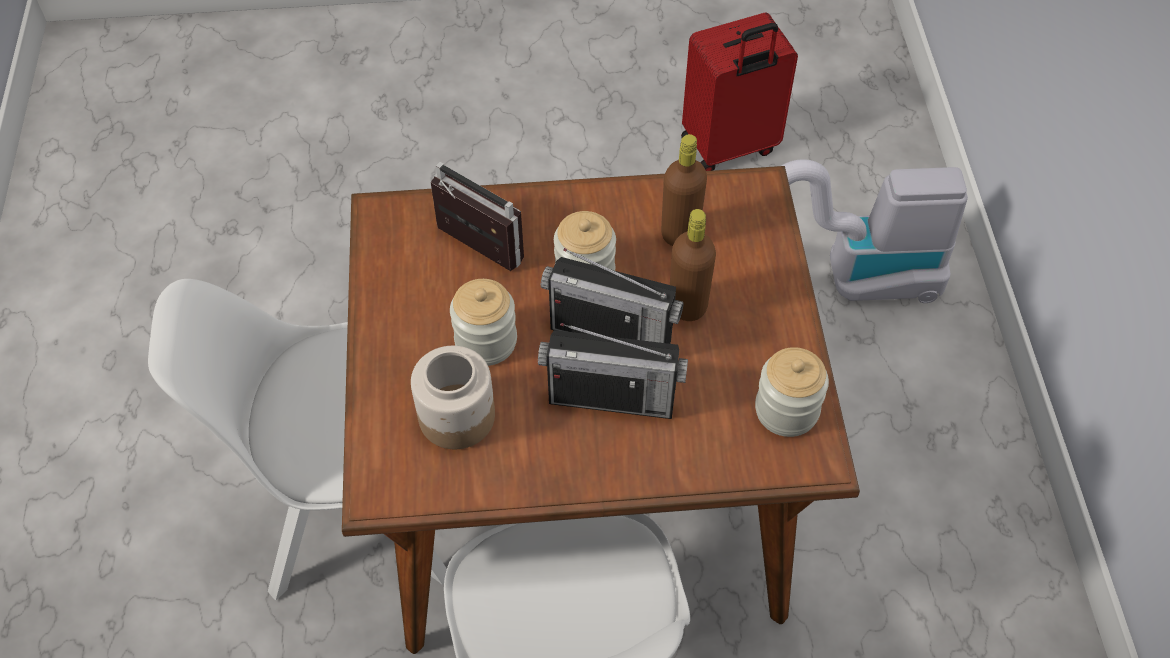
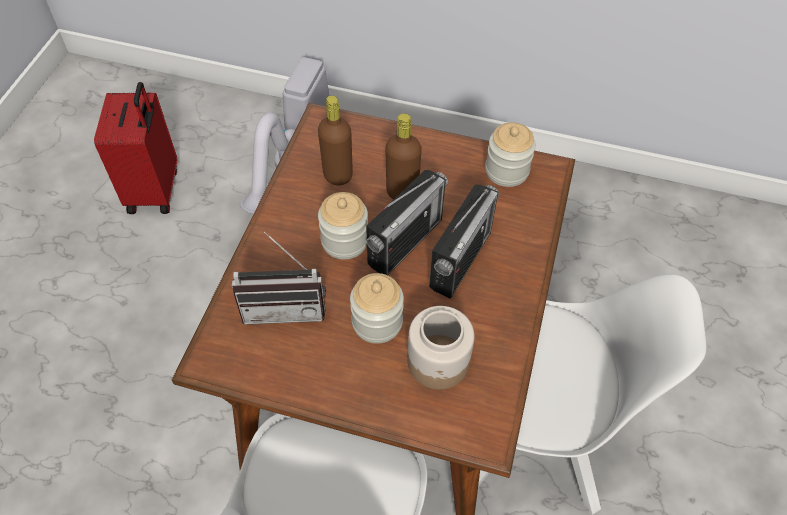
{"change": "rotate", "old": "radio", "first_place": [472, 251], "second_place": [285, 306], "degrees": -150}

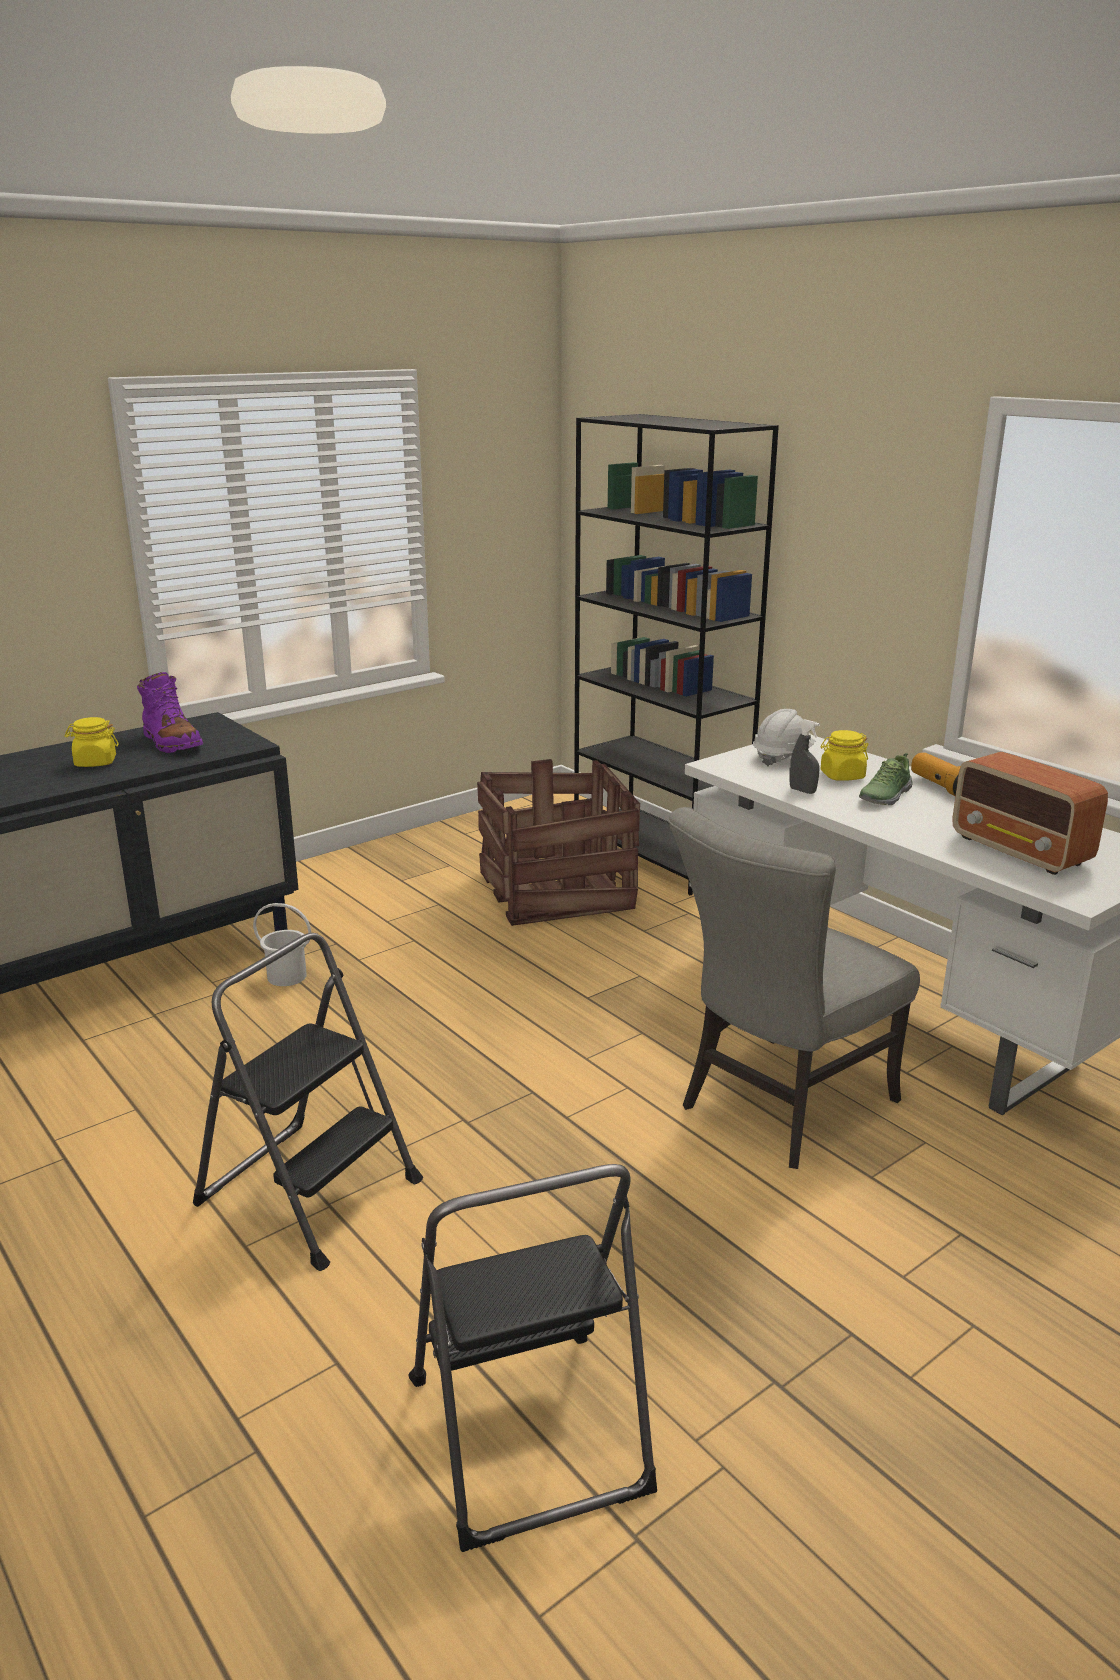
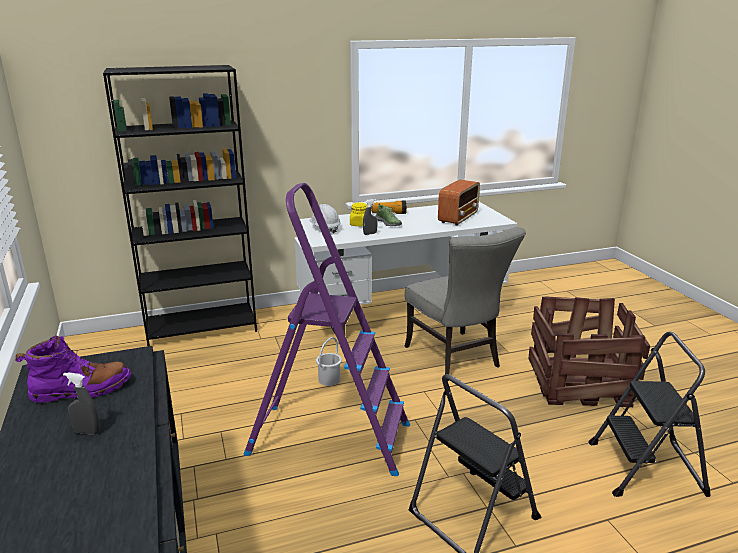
{"change": "replace", "old": "storage jar in yellow-coloured", "new": "hand sprayer in gray", "first_place": [95, 762], "second_place": [87, 432]}
{"change": "move", "old": "bucket in whitish", "first_place": [287, 977], "second_place": [329, 379]}
{"change": "move", "old": "crate", "first_place": [556, 892], "second_place": [580, 382]}
{"change": "rotate", "old": "radio", "first_place": [1021, 851], "second_place": [458, 218], "degrees": -45}
{"change": "insert", "new": "step ladder in purplish", "second_place": [330, 439]}

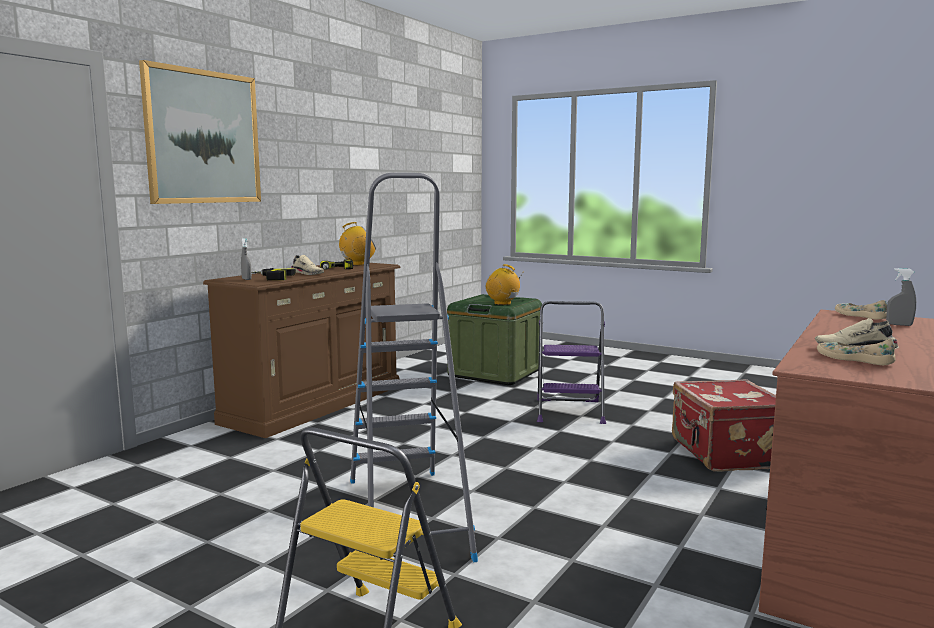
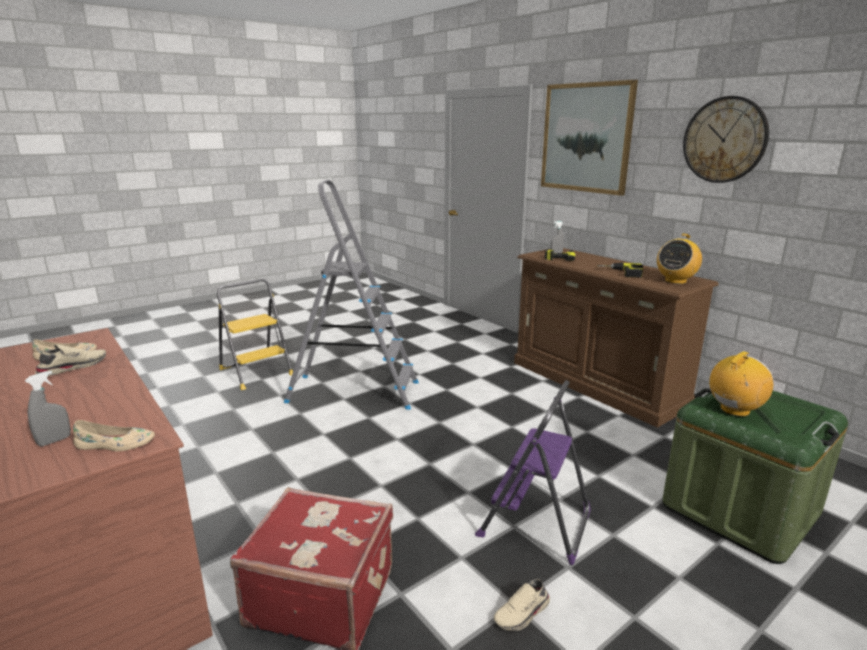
{"change": "move", "old": "shoe in beige-coloured", "first_place": [308, 273], "second_place": [522, 614]}
{"change": "rotate", "old": "radio", "first_place": [357, 264], "second_place": [675, 281], "degrees": 45}
{"change": "insert", "new": "hanging clock", "second_place": [724, 140]}

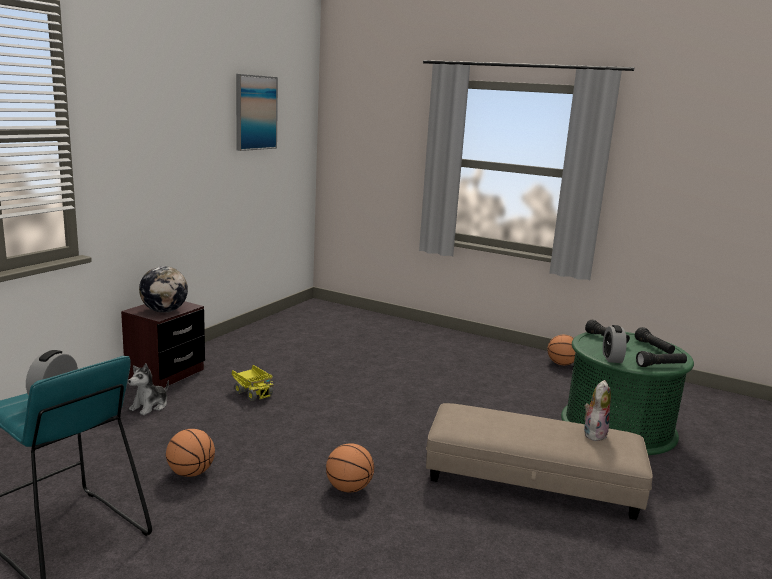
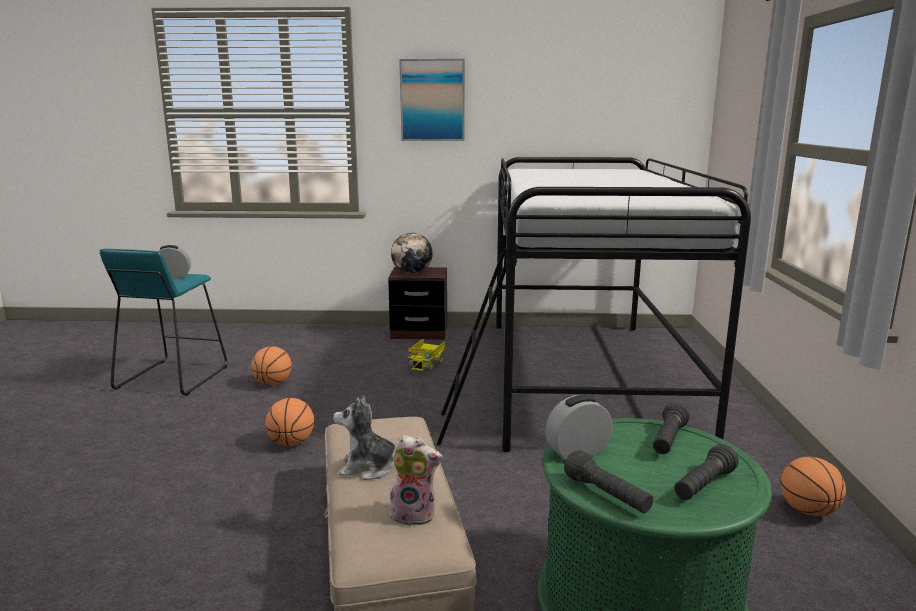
{"change": "move", "old": "cuddly toy", "first_place": [150, 406], "second_place": [369, 467]}
{"change": "move", "old": "wall art", "first_place": [255, 112], "second_place": [432, 100]}
{"change": "insert", "new": "bedroom bed in black-coloured", "second_place": [580, 378]}

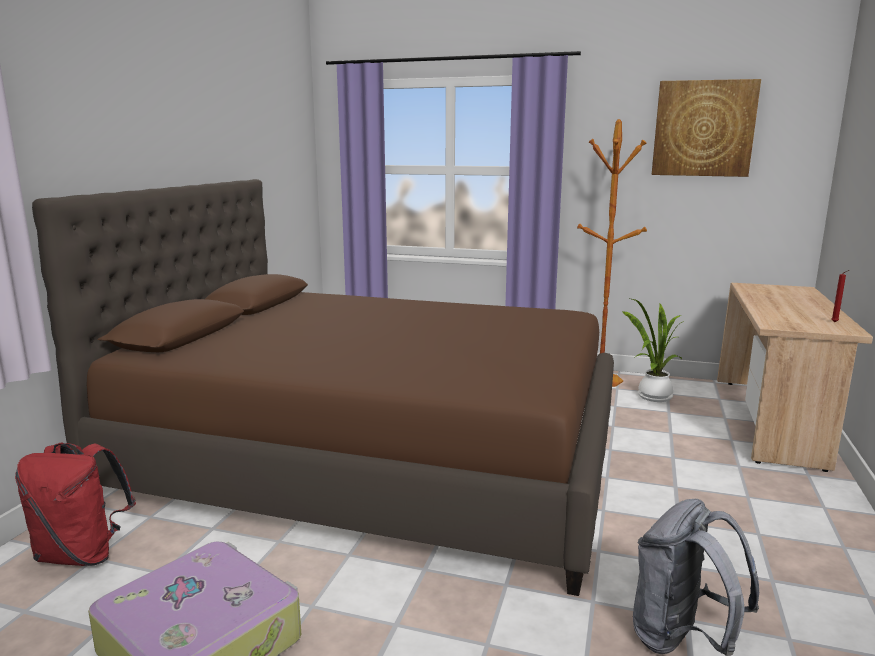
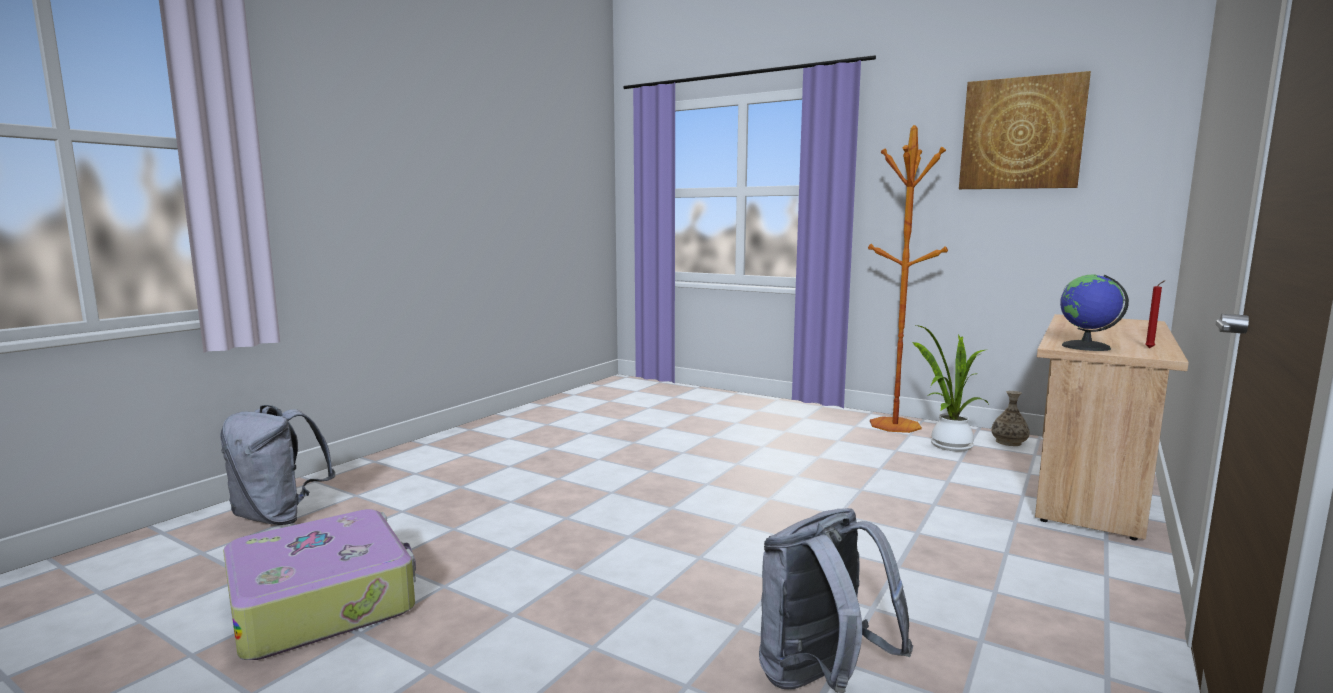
{"change": "recolor", "old": "backpack in red-coloured", "new": "backpack in gray", "first_place": [83, 554], "second_place": [279, 517]}
{"change": "delete", "old": "bedroom bed in brown-coloured", "first_place": [373, 459]}
{"change": "insert", "new": "vase", "second_place": [1008, 442]}
{"change": "insert", "new": "globe", "second_place": [1086, 347]}

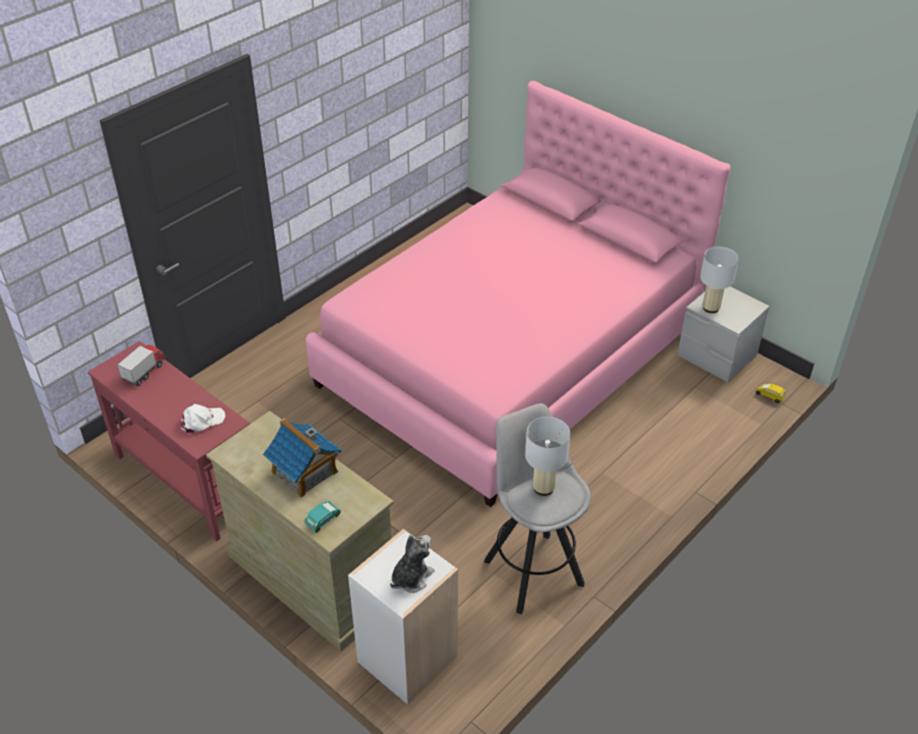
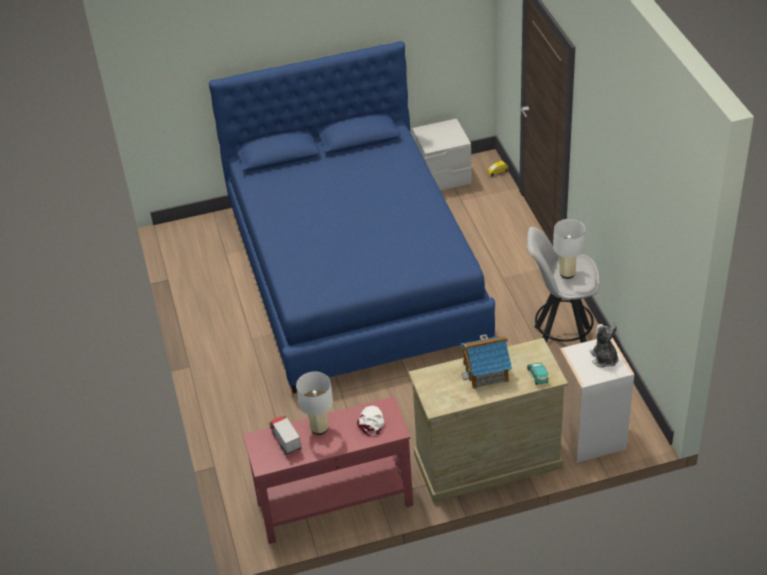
{"change": "recolor", "old": "bedroom bed in pink-coloured", "new": "bedroom bed in blue", "first_place": [512, 355], "second_place": [355, 273]}
{"change": "move", "old": "lamp for a table in whitish", "first_place": [711, 308], "second_place": [319, 428]}

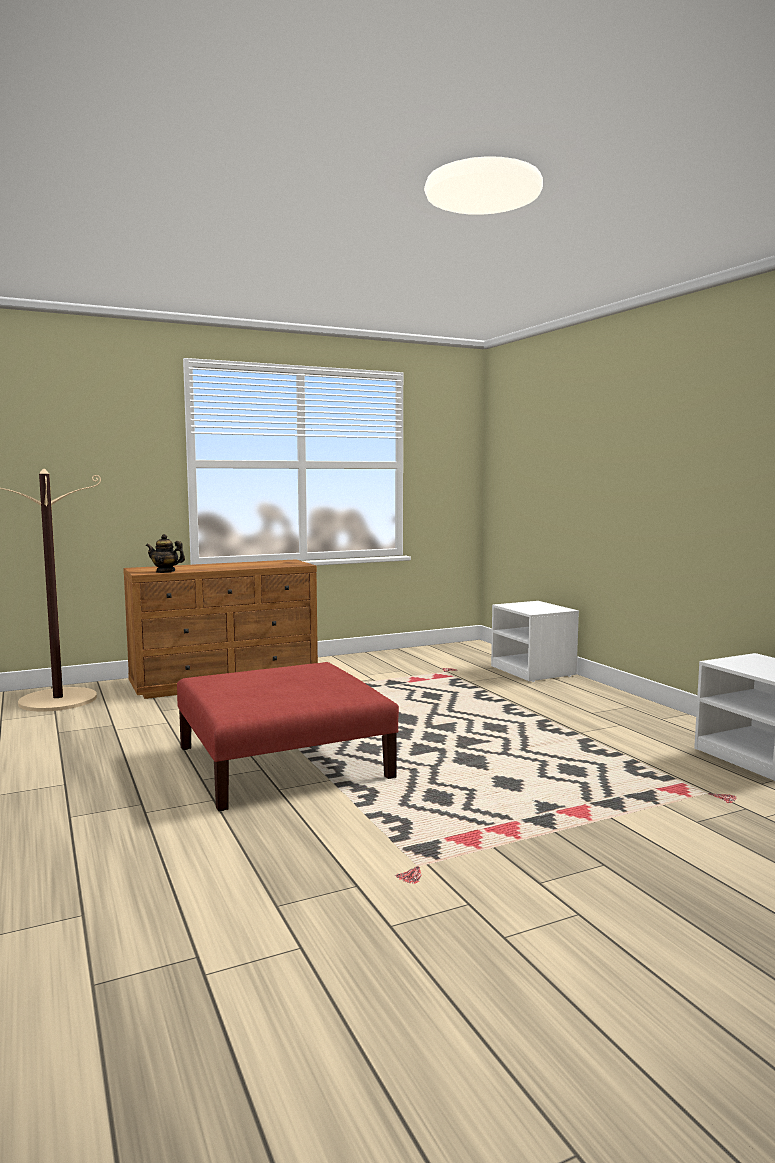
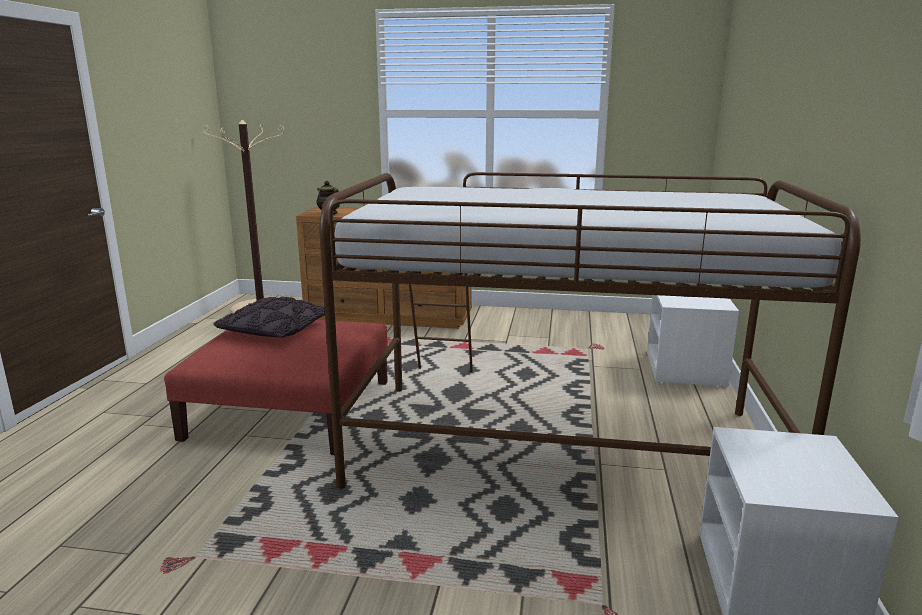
{"change": "insert", "new": "throw pillow in black-coloured", "second_place": [275, 330]}
{"change": "insert", "new": "bedroom bed in brown-coloured", "second_place": [554, 444]}

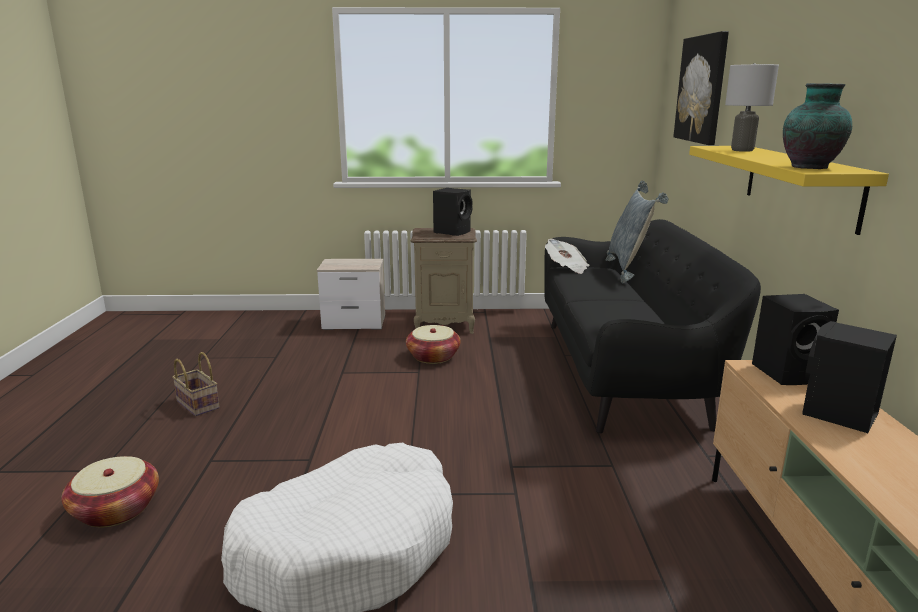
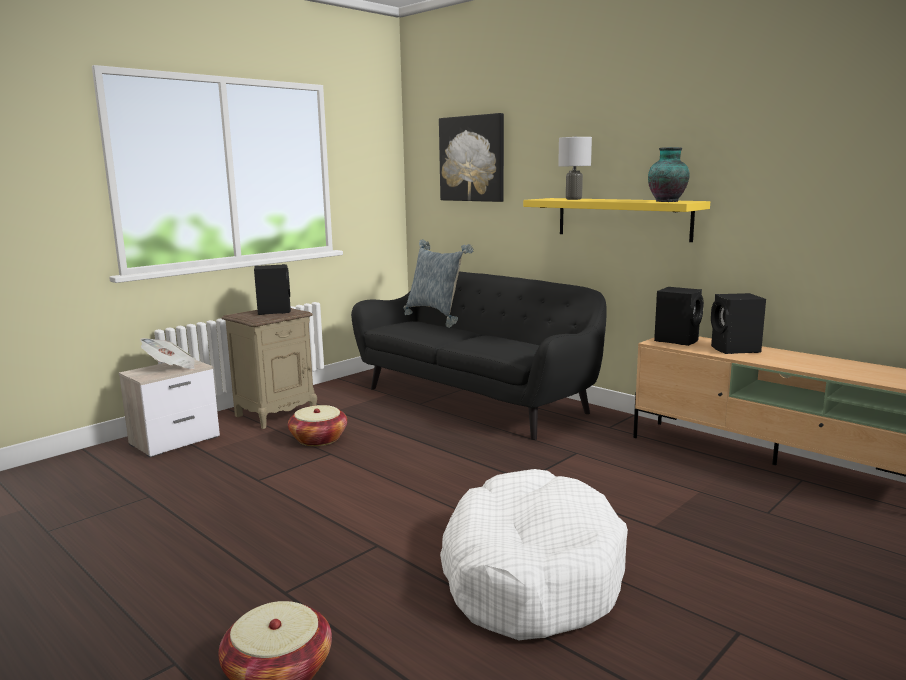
{"change": "delete", "old": "basket", "first_place": [196, 404]}
{"change": "move", "old": "printed paper", "first_place": [566, 268], "second_place": [171, 367]}

